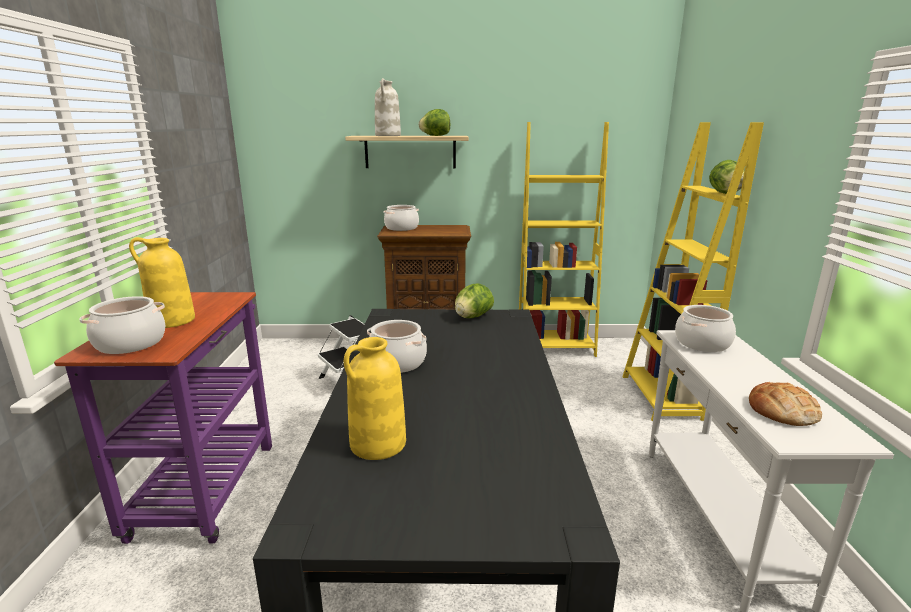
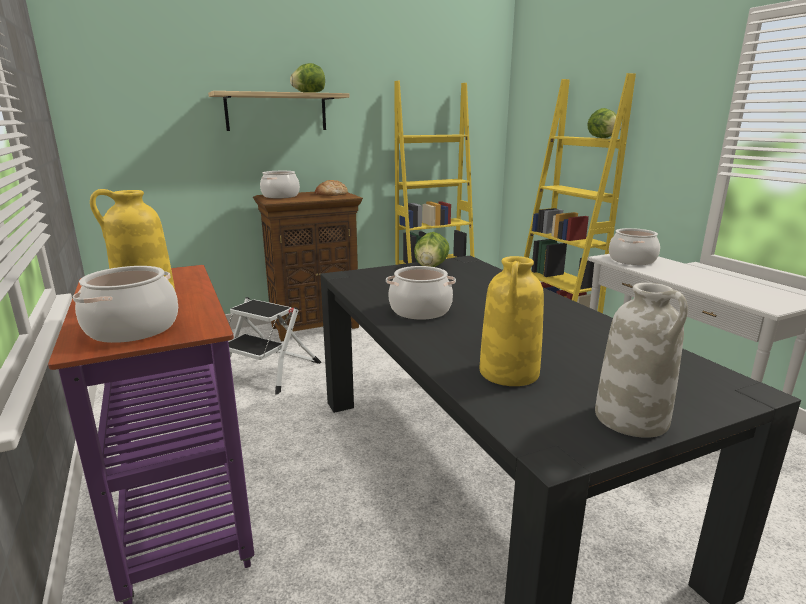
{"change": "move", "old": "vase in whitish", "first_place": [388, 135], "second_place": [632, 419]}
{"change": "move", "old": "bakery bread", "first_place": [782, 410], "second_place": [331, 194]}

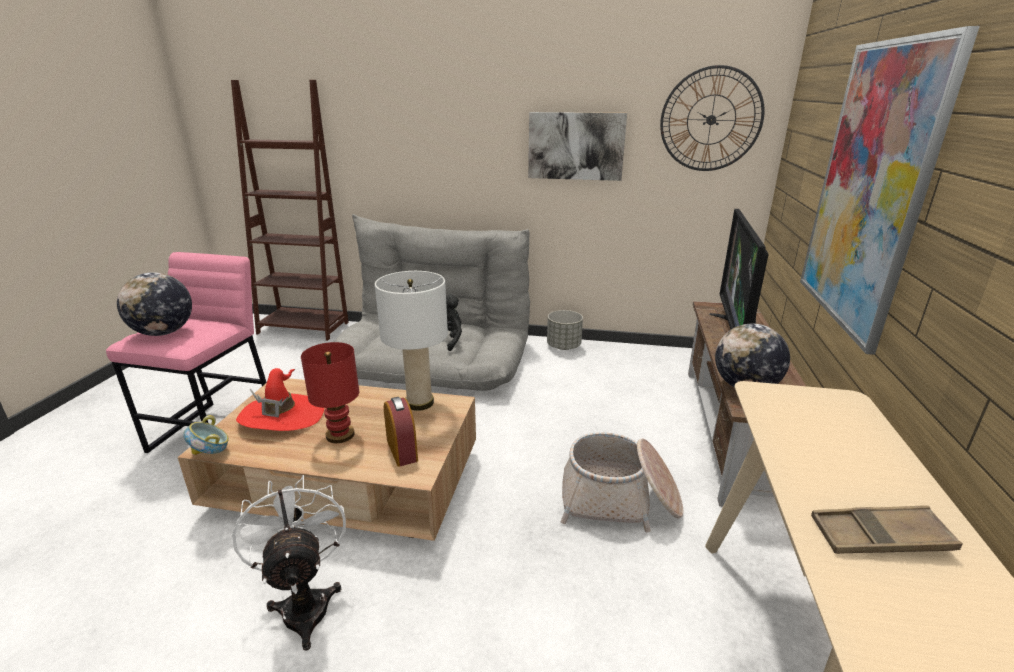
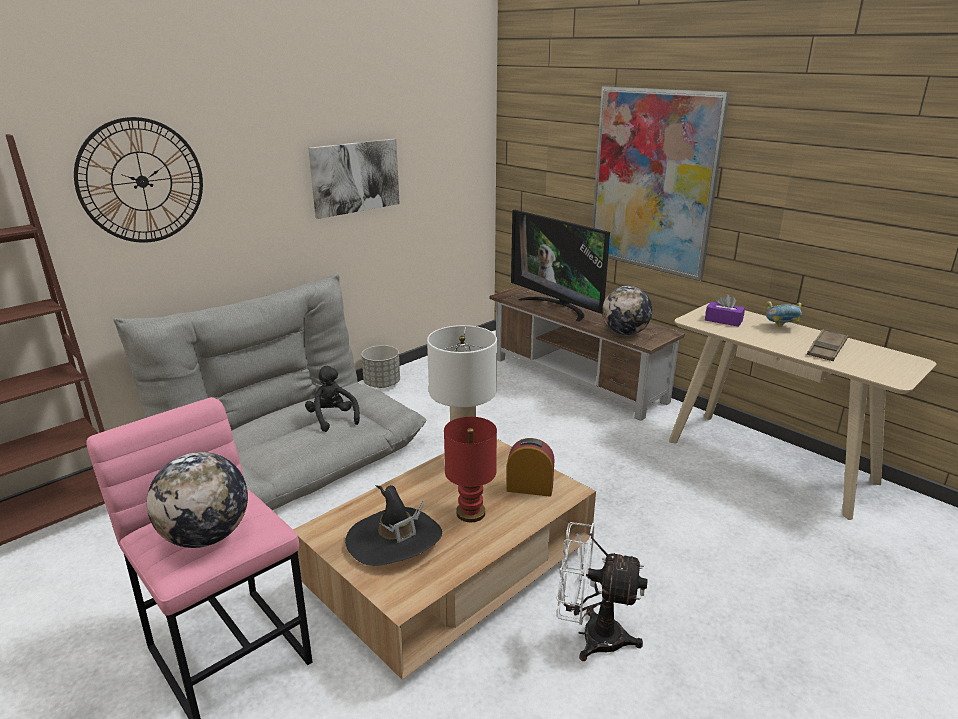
{"change": "move", "old": "deep dish", "first_place": [211, 453], "second_place": [781, 327]}
{"change": "recolor", "old": "clothing hat in red-coloured", "new": "clothing hat in black-coloured", "first_place": [282, 416], "second_place": [394, 540]}
{"change": "delete", "old": "basket", "first_place": [619, 500]}
{"change": "move", "old": "hanging clock", "first_place": [711, 120], "second_place": [142, 181]}
{"change": "insert", "new": "tissue box in purplish", "second_place": [723, 320]}

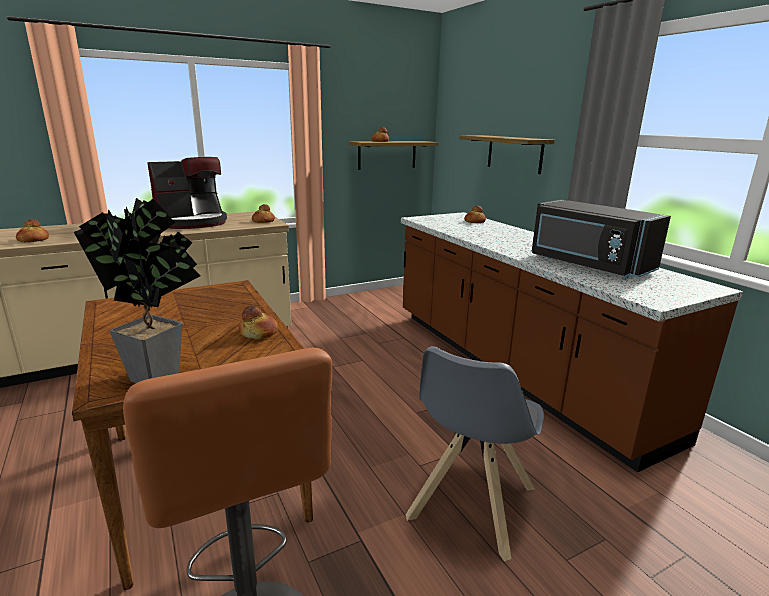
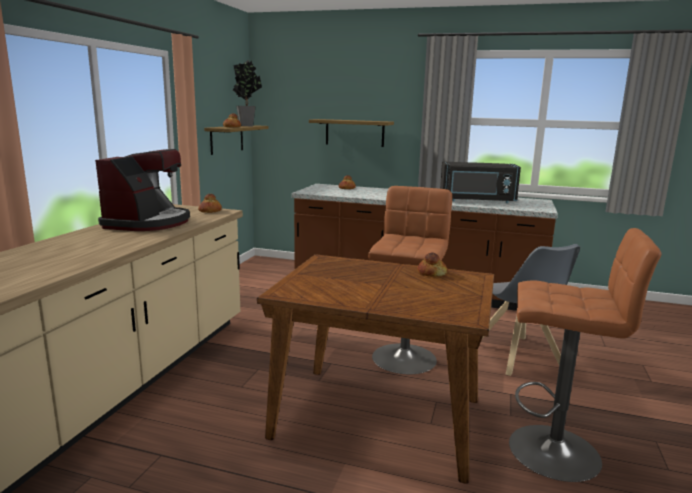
{"change": "delete", "old": "bakery bread", "first_place": [33, 240]}
{"change": "move", "old": "houseplant", "first_place": [164, 374], "second_place": [247, 125]}
{"change": "insert", "new": "stool seat in brown-coloured", "second_place": [405, 358]}

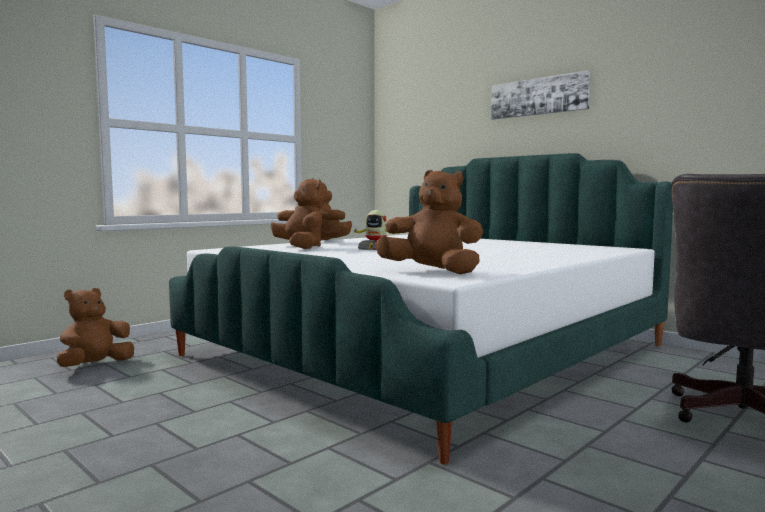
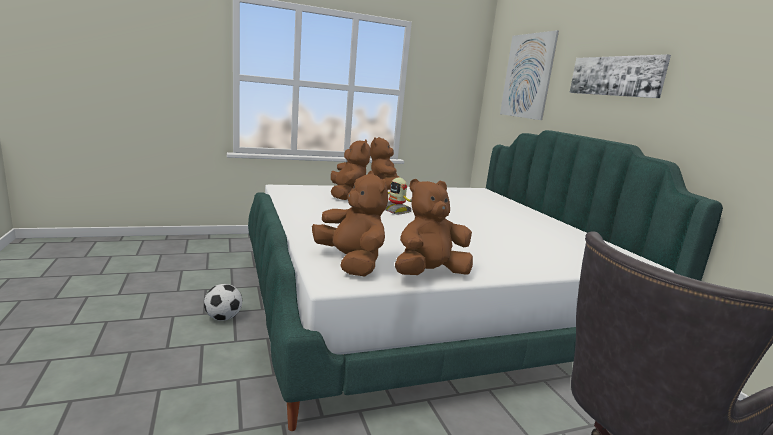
{"change": "move", "old": "cuddly toy in brown-coloured", "first_place": [95, 365], "second_place": [429, 274]}
{"change": "insert", "new": "ball for football", "second_place": [223, 318]}
{"change": "insert", "new": "wall art", "second_place": [527, 76]}

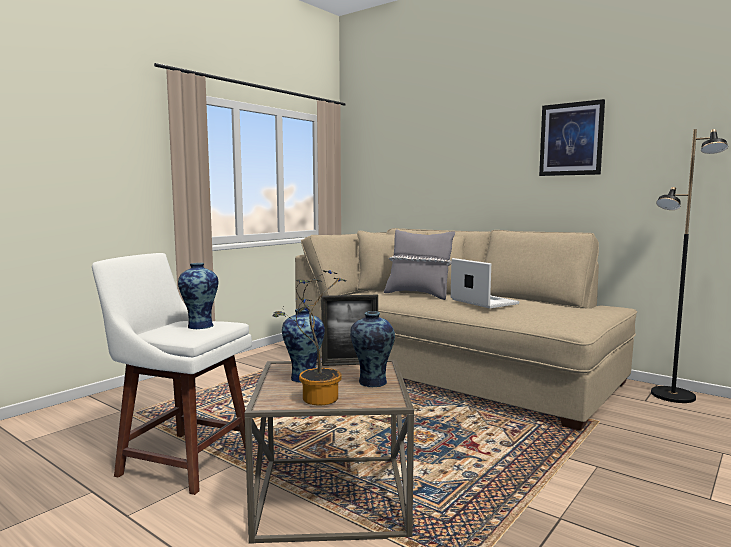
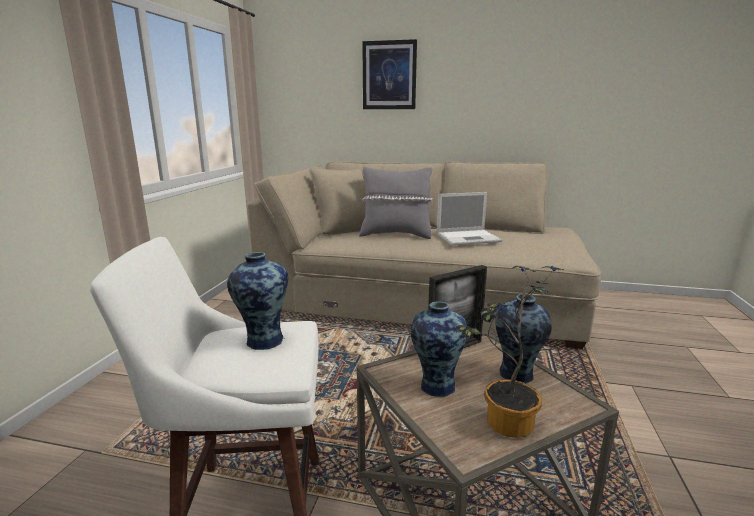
{"change": "rotate", "old": "notebook computer", "first_place": [482, 301], "second_place": [469, 238], "degrees": 135}
{"change": "move", "old": "wall art", "first_place": [571, 139], "second_place": [389, 75]}
{"change": "delete", "old": "standard lamp in black-coloured", "first_place": [673, 396]}

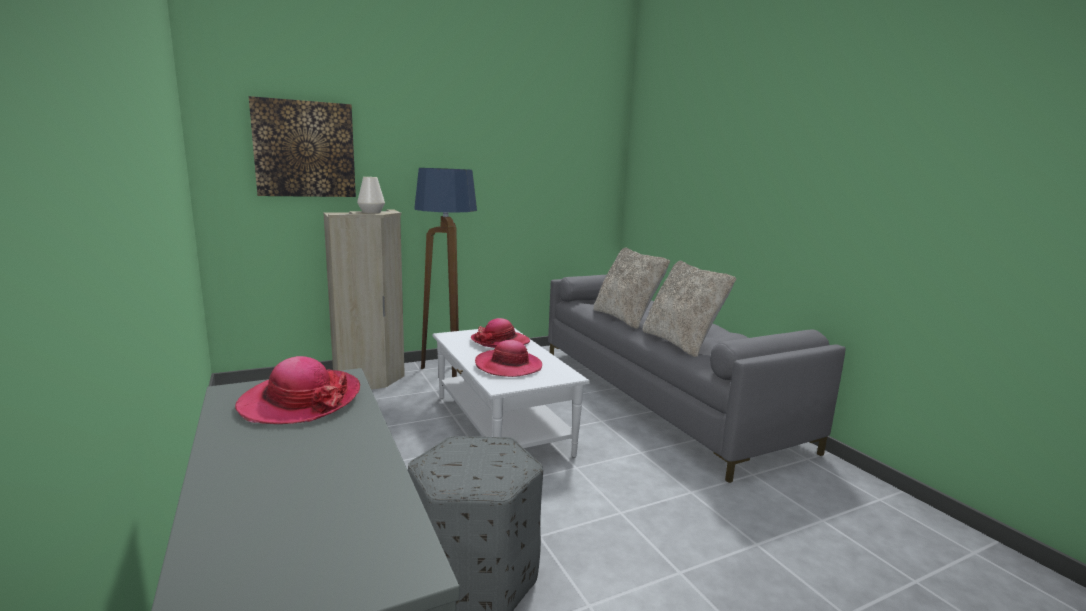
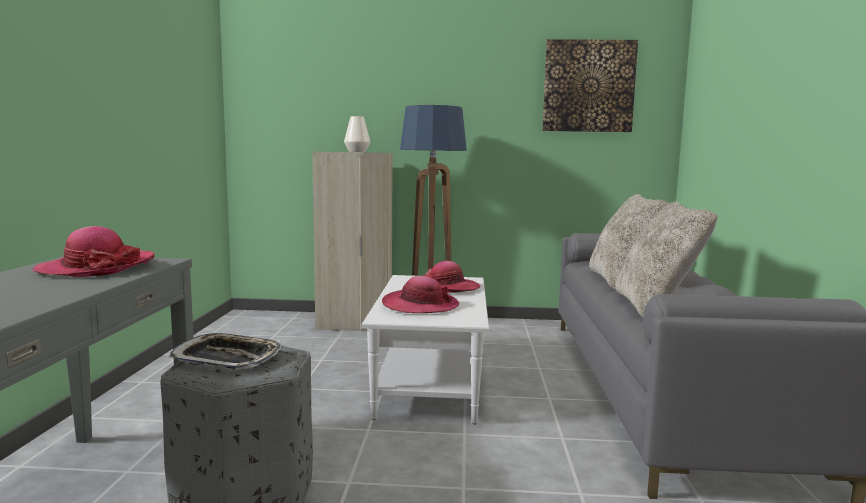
{"change": "move", "old": "wall art", "first_place": [304, 149], "second_place": [588, 86]}
{"change": "insert", "new": "carrying tray", "second_place": [227, 359]}

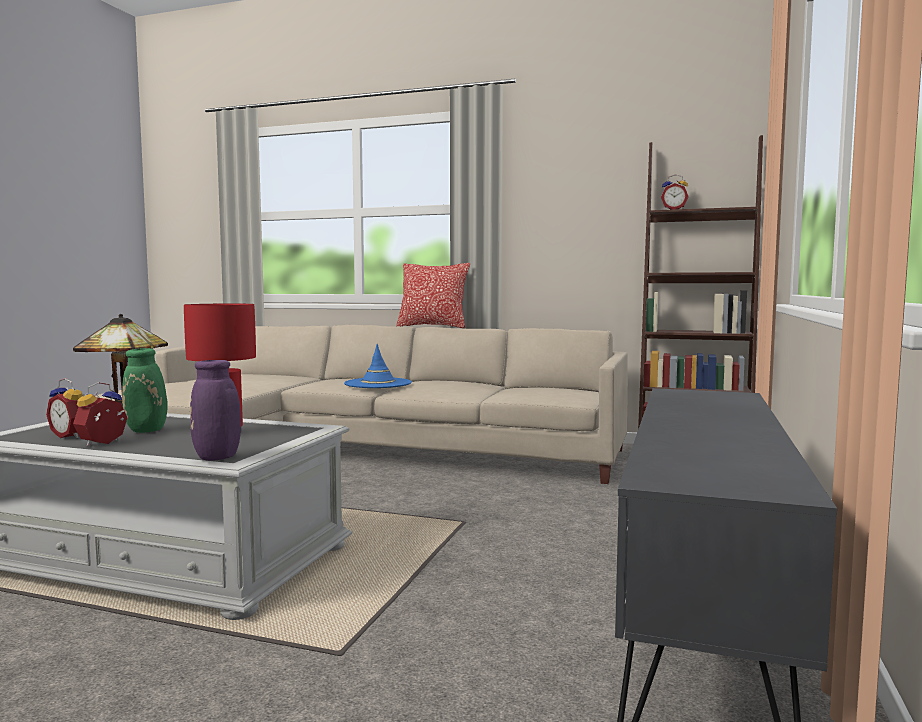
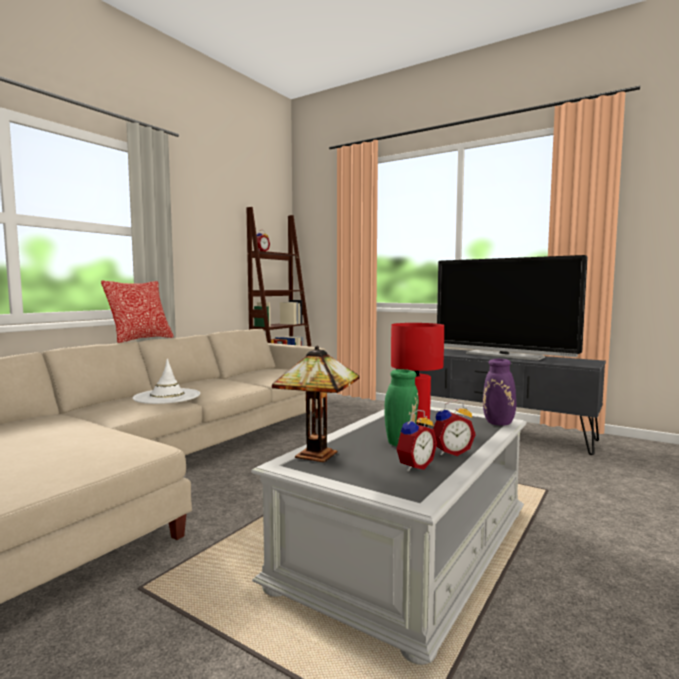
{"change": "rotate", "old": "bedside clock", "first_place": [104, 443], "second_place": [451, 452], "degrees": -60}
{"change": "recolor", "old": "clothing hat in blue", "new": "clothing hat in whitish", "first_place": [378, 384], "second_place": [167, 396]}
{"change": "insert", "new": "TV", "second_place": [504, 355]}

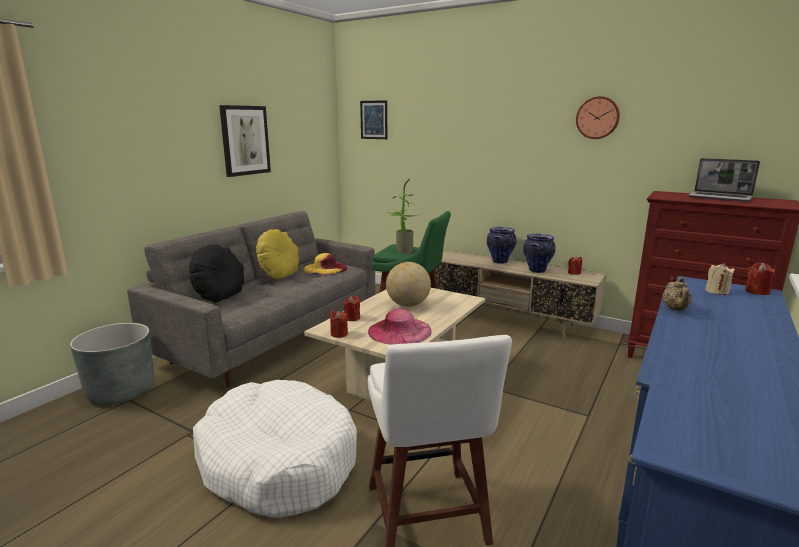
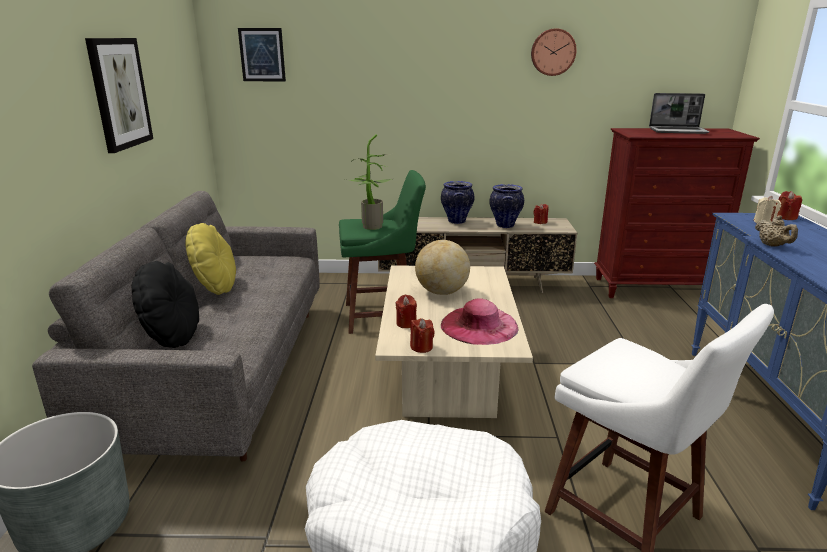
{"change": "delete", "old": "clothing hat in yellow-coloured", "first_place": [325, 268]}

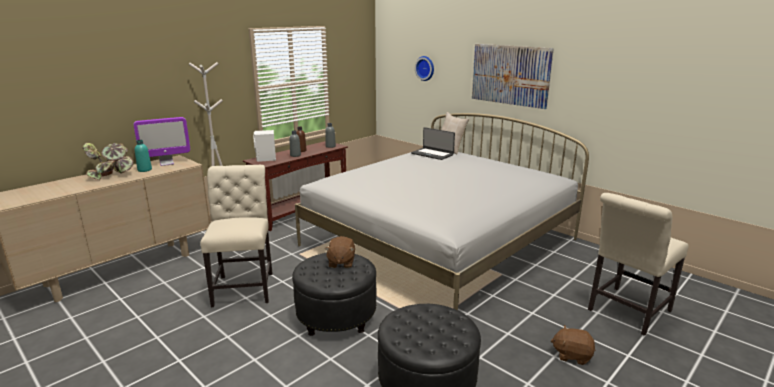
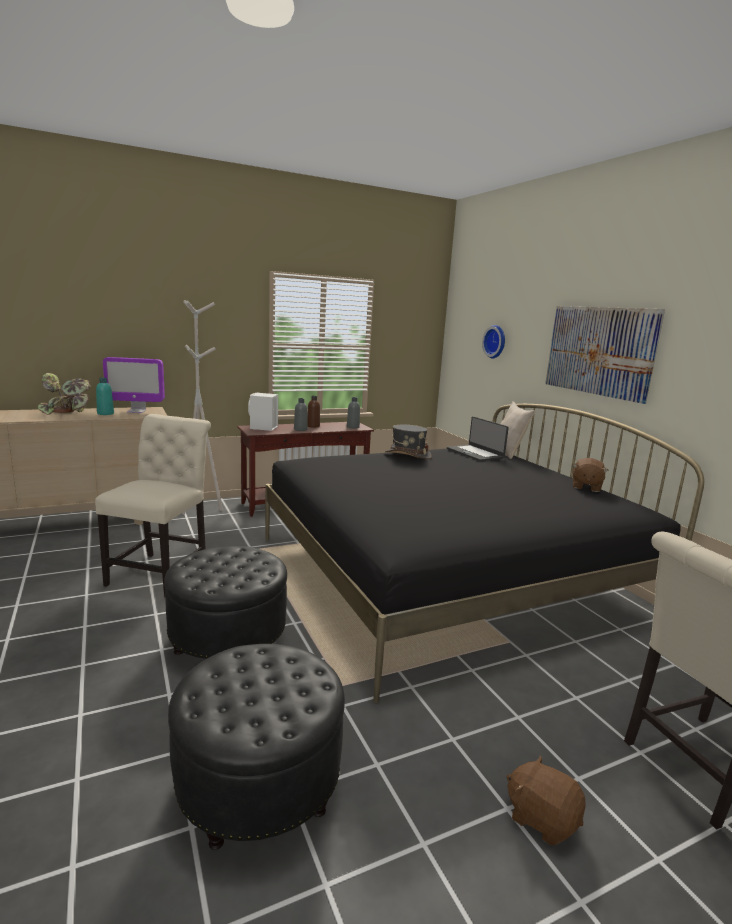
{"change": "recolor", "old": "bedroom bed in whitish", "new": "bedroom bed in black-coloured", "first_place": [439, 242], "second_place": [447, 575]}
{"change": "move", "old": "cuddly toy in brown-coloured", "first_place": [341, 262], "second_place": [586, 487]}
{"change": "insert", "new": "clothing hat in gray", "second_place": [407, 455]}

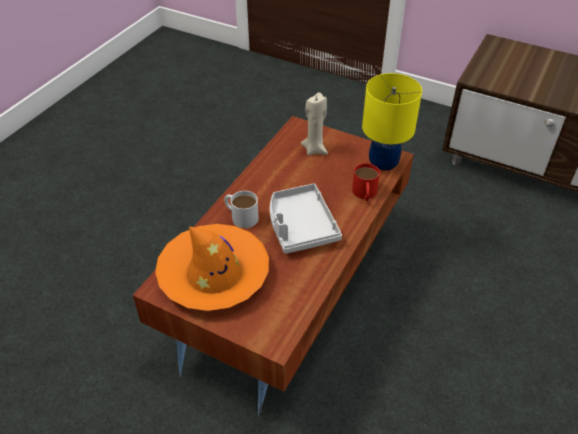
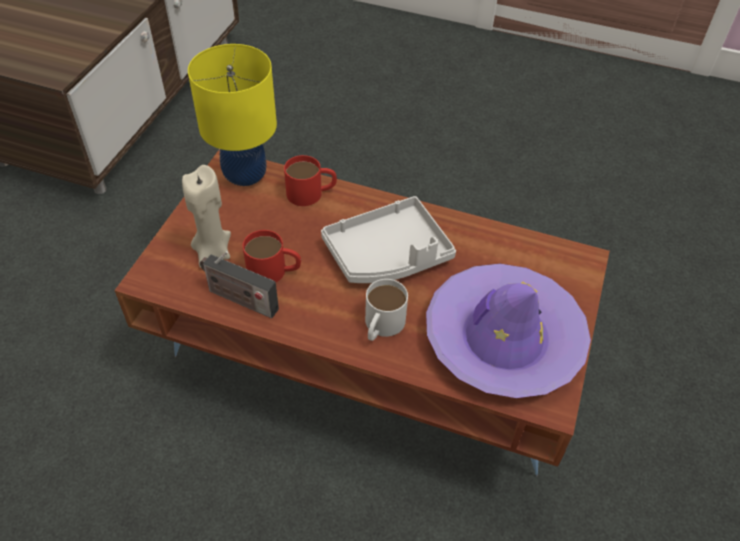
{"change": "recolor", "old": "clothing hat in orange", "new": "clothing hat in purplish", "first_place": [214, 274], "second_place": [503, 339]}
{"change": "insert", "new": "radio", "second_place": [239, 299]}
{"change": "insert", "new": "coffee mug in red-coloured", "second_place": [274, 271]}

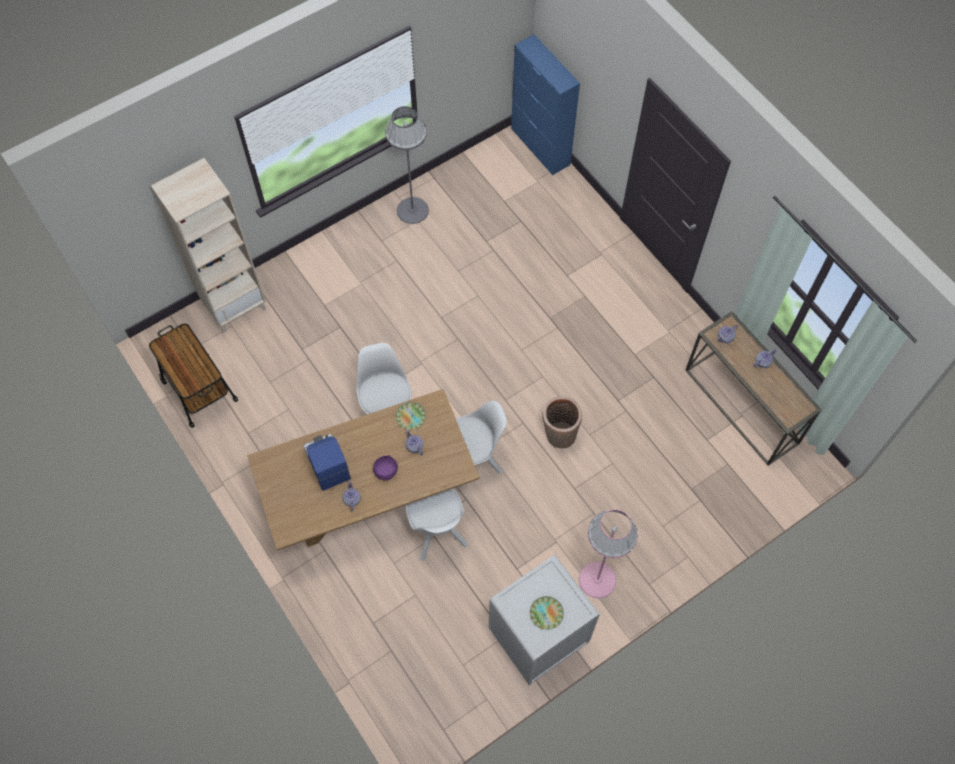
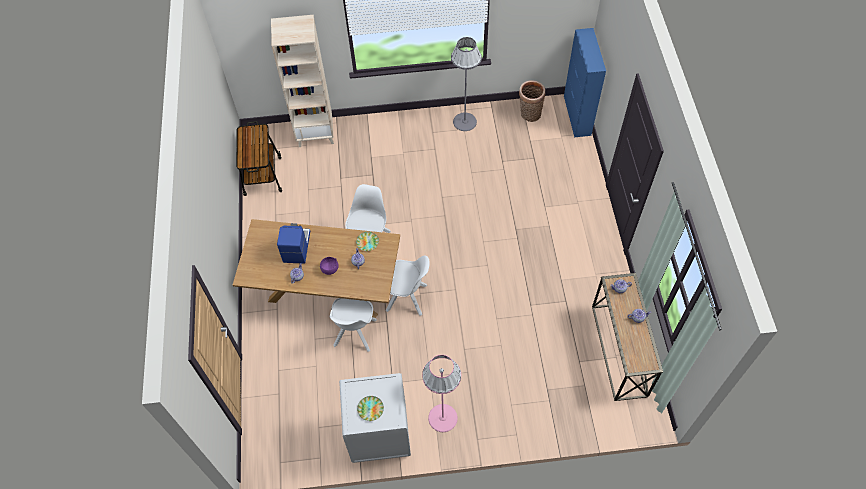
{"change": "move", "old": "basket", "first_place": [559, 435], "second_place": [529, 114]}

